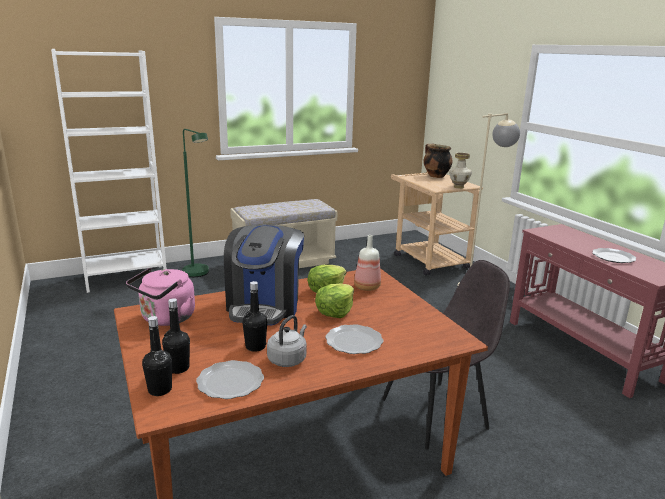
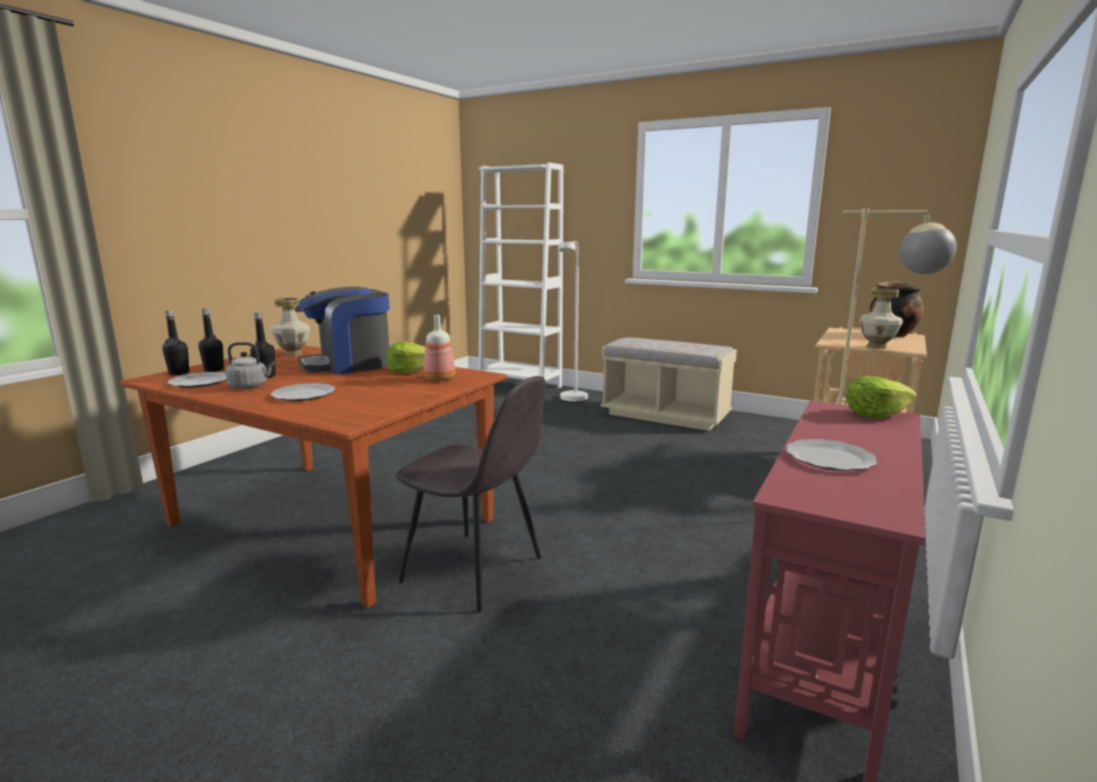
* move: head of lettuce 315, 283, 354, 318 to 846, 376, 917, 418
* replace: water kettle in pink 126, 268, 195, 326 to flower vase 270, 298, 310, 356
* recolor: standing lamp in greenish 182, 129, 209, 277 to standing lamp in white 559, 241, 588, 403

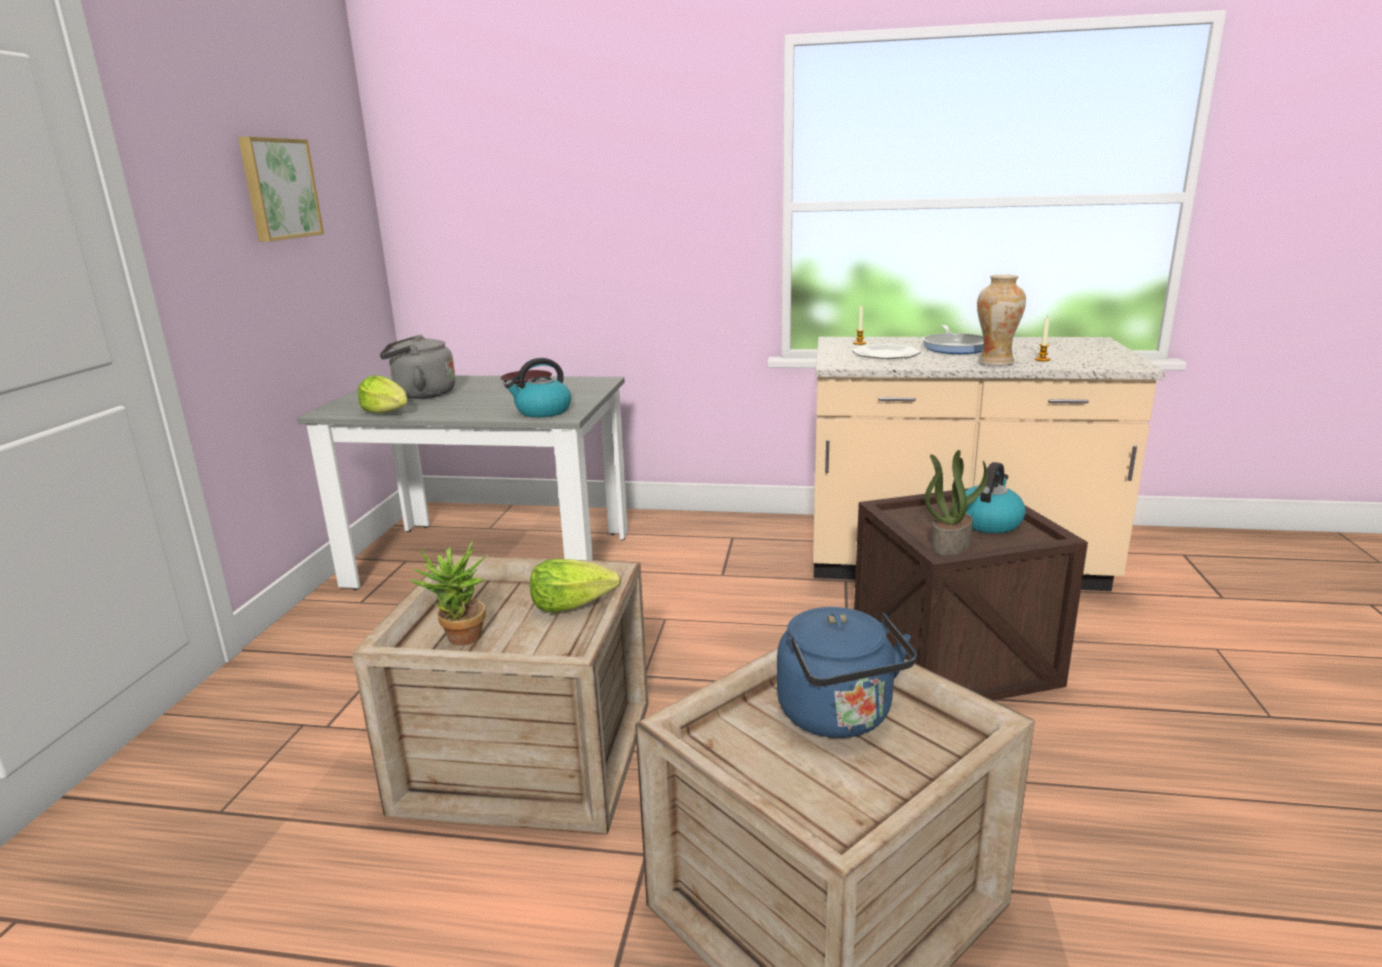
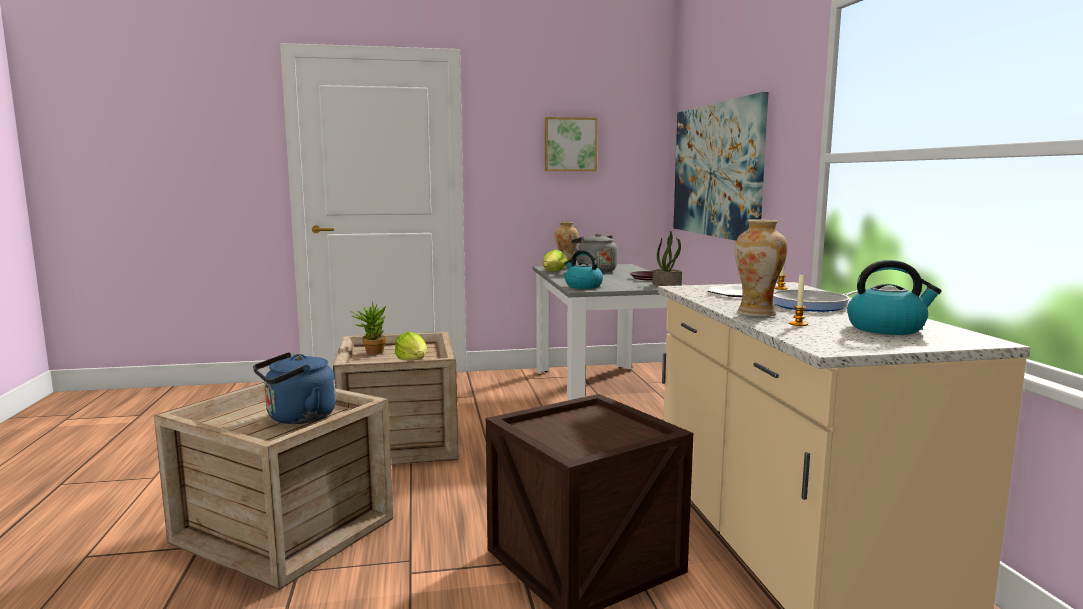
* insert: flower vase 555, 222, 579, 269
* insert: wall art 673, 92, 768, 241
* move: potted plant 925, 450, 988, 555 to 652, 231, 682, 286
* move: water kettle 965, 462, 1026, 533 to 847, 260, 942, 335

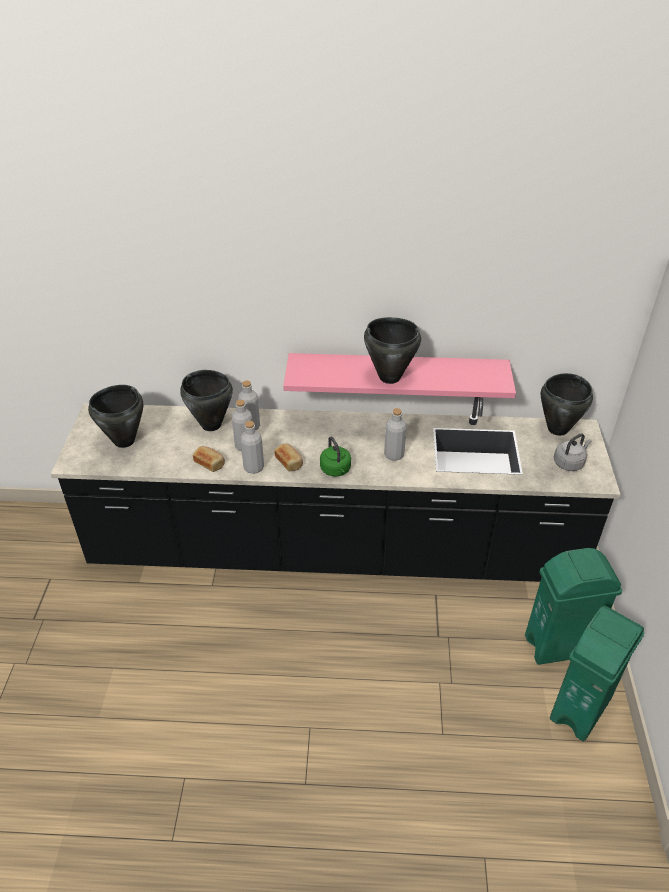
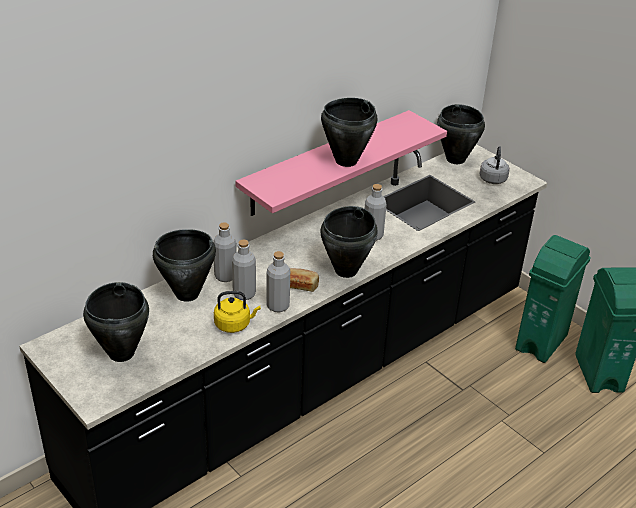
* replace: baked bread 193, 446, 225, 472 to water kettle in yellow 214, 291, 261, 333
* replace: water kettle in greenish 320, 437, 351, 477 to saucepot in blackish 320, 206, 378, 278

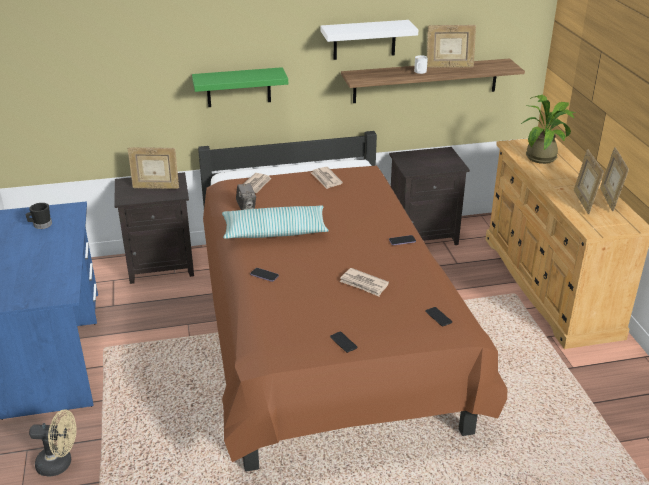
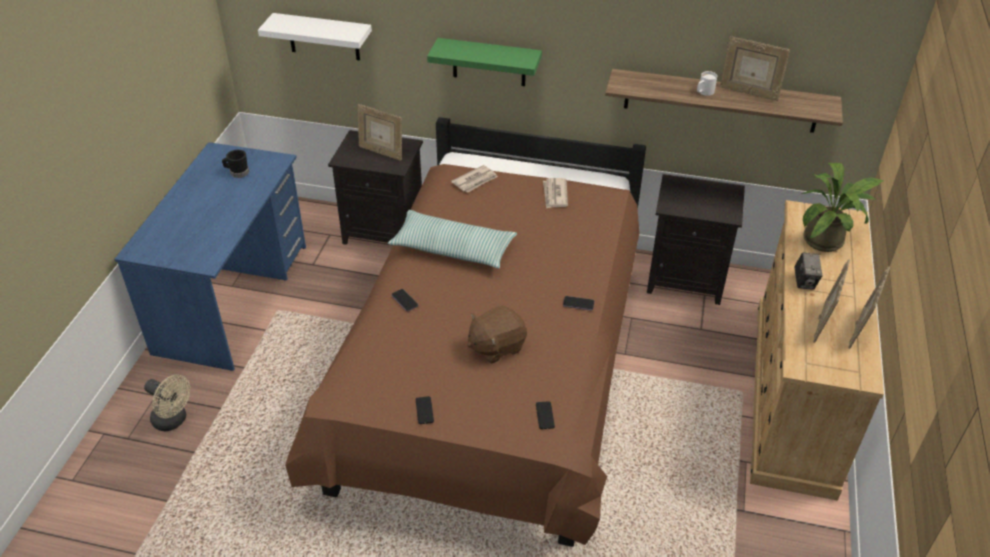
* move: photo camera 236, 183, 256, 210 to 794, 252, 822, 290
* move: wall shelf in white 321, 20, 418, 60 to 258, 13, 372, 60
* replace: newspaper 340, 268, 389, 296 to plush toy in brown-coloured 468, 305, 527, 363

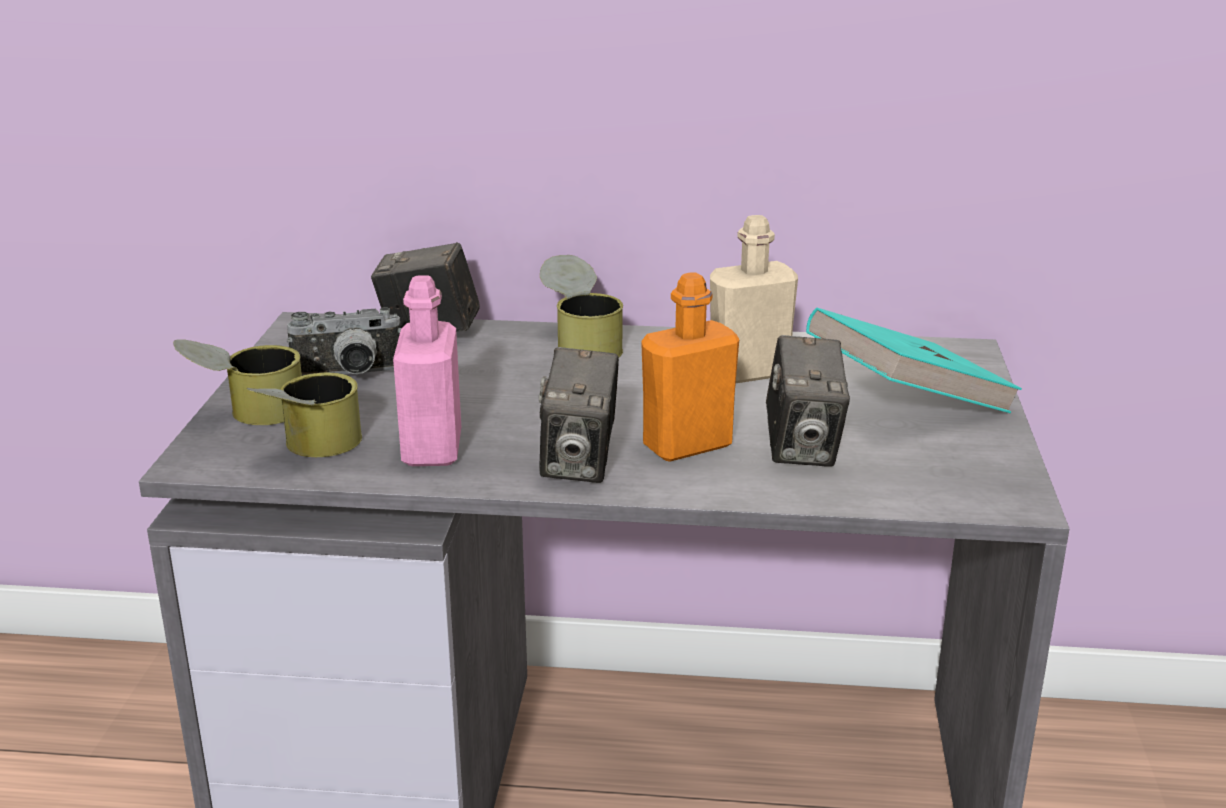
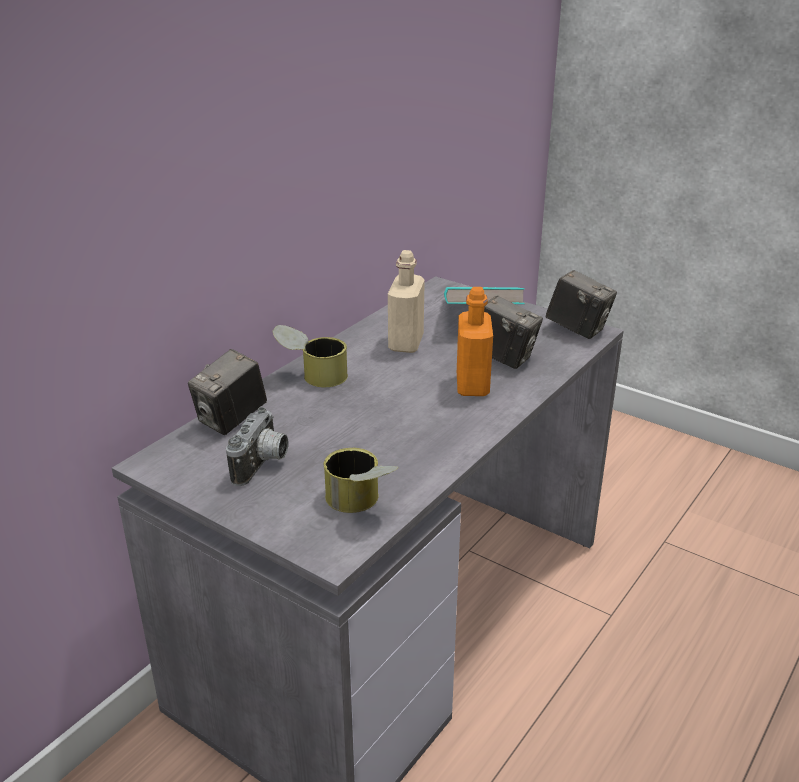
* delete: sealed can 173, 339, 302, 425
* delete: bottle in pink 393, 275, 461, 466
* move: photo camera 539, 347, 619, 483 to 546, 270, 617, 339

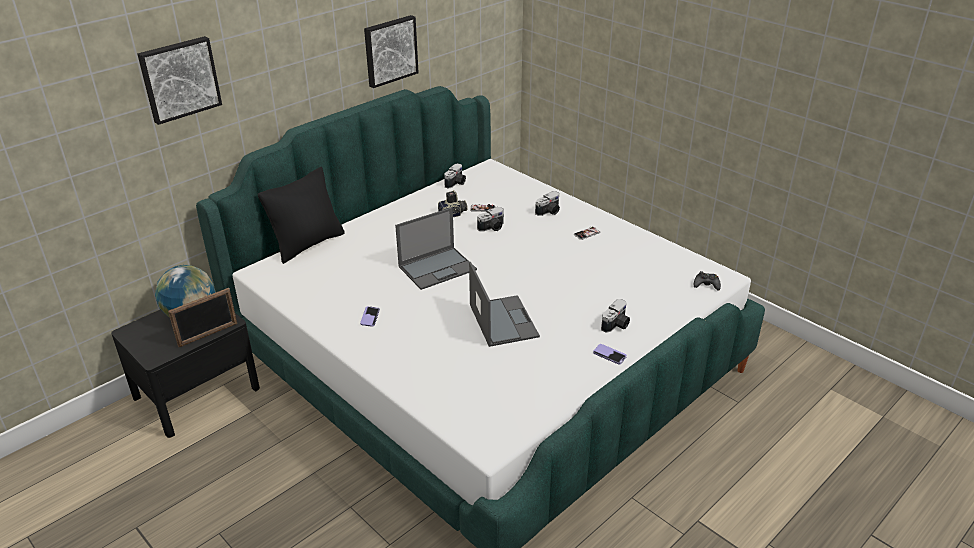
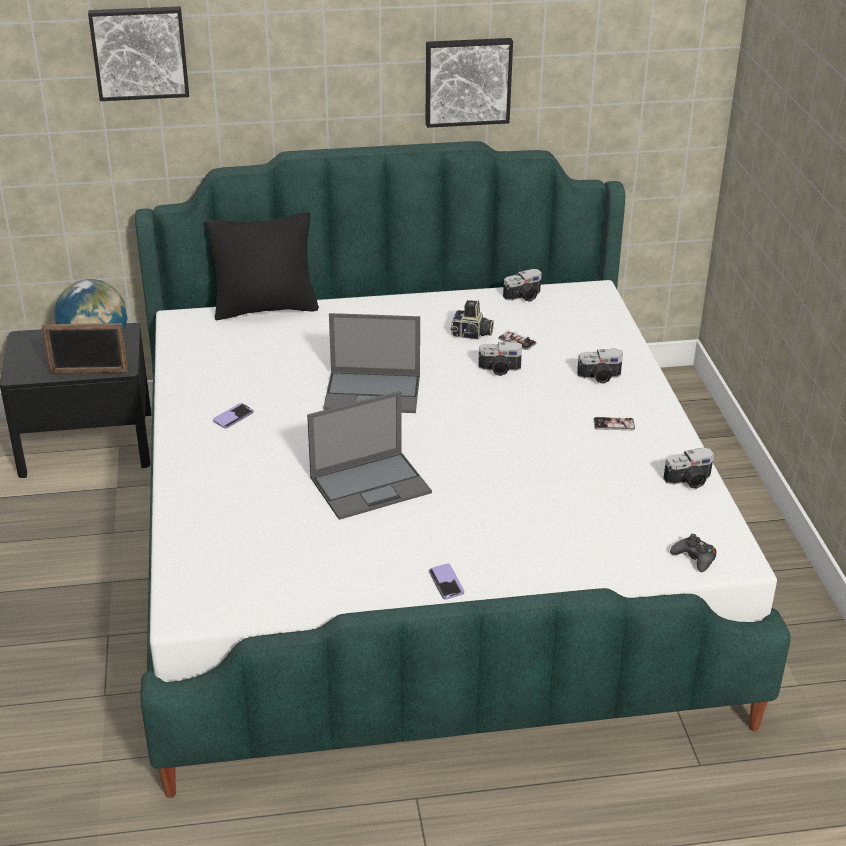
* move: photo camera 601, 299, 630, 333 to 663, 448, 714, 489
* rotate: portable computer 469, 262, 540, 347 = 307, 391, 432, 520 45 degrees clockwise

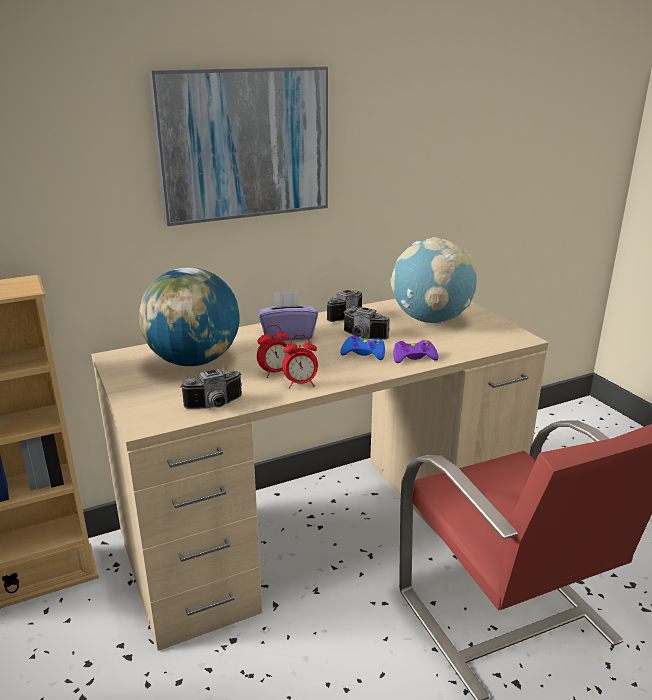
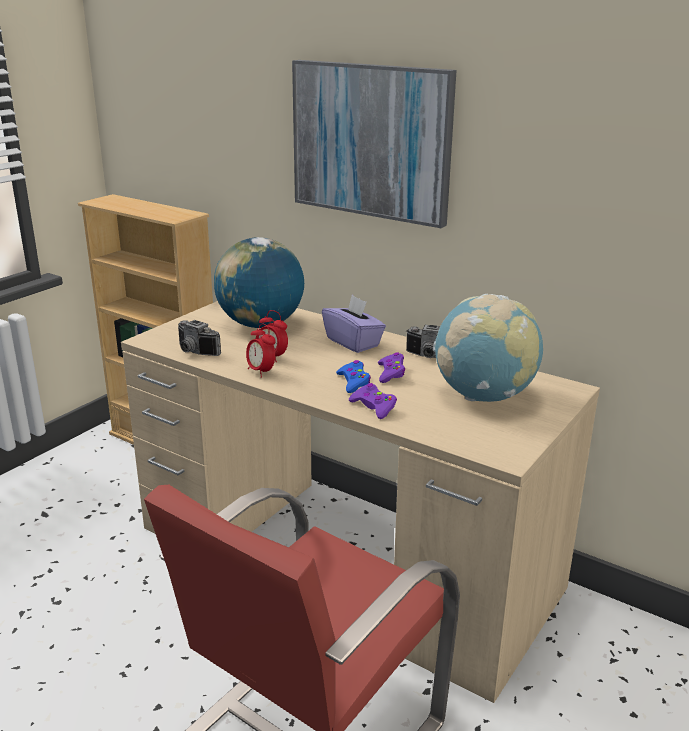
* replace: photo camera 344, 307, 390, 340 to gamepad in purplish 378, 352, 405, 383

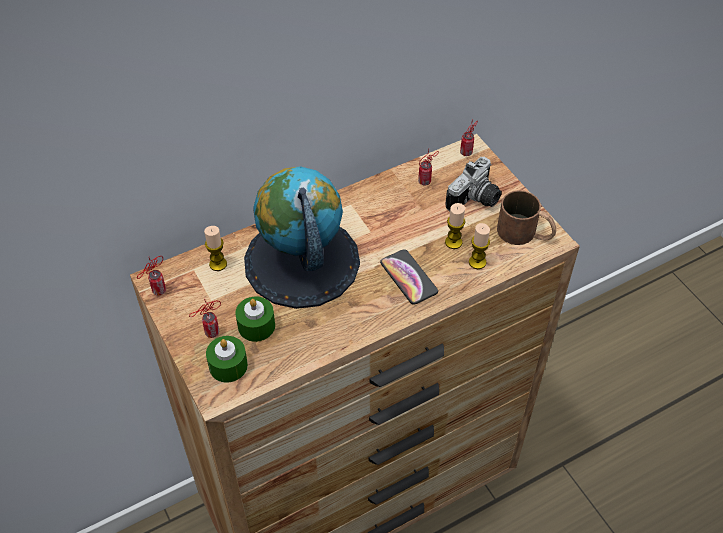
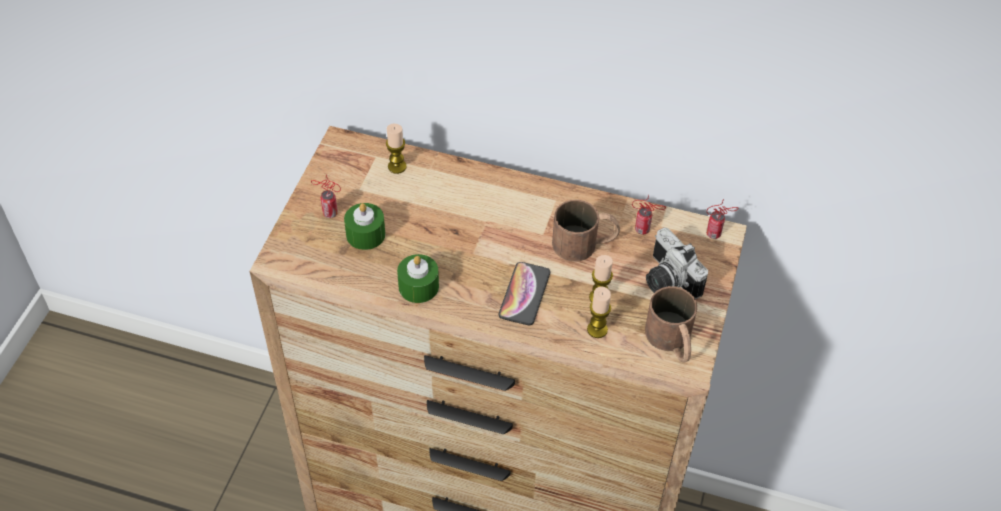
* delete: sealed can 137, 256, 166, 295
* delete: desk globe 244, 166, 360, 309
* insert: coffee mug in brown-coloured 552, 199, 620, 262
* move: wax light in greenish 206, 336, 248, 383 to 397, 254, 439, 303
* rotate: photo camera 445, 157, 502, 211 = 646, 228, 708, 299 60 degrees clockwise

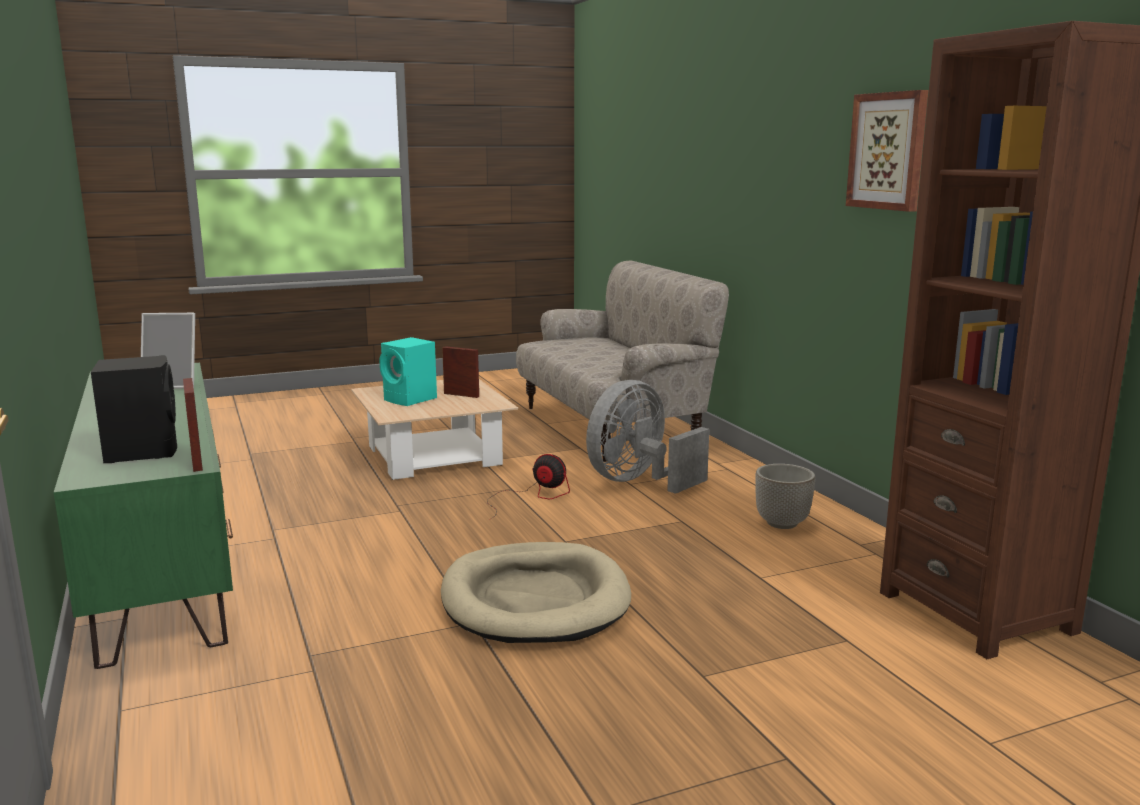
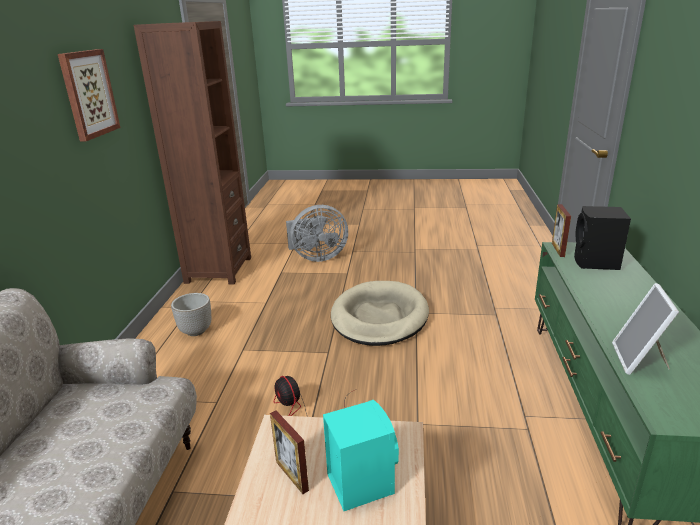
* move: cooling fan in gray 586, 380, 709, 494 to 286, 205, 348, 262
* rotate: standing frame 141, 313, 195, 389 = 612, 283, 679, 375 105 degrees counterclockwise

